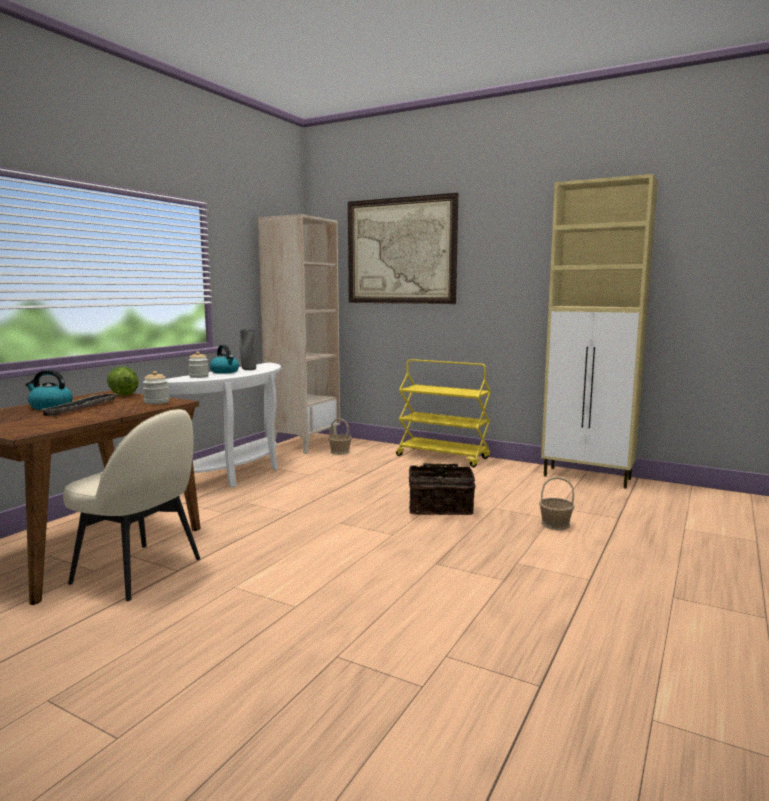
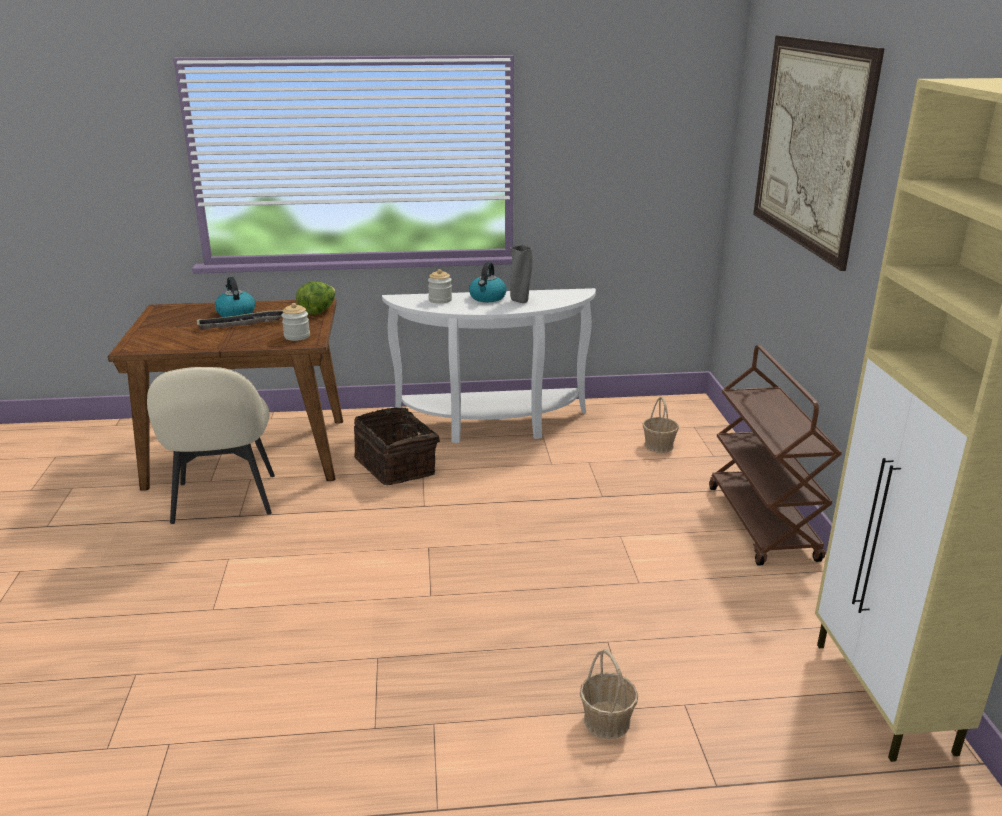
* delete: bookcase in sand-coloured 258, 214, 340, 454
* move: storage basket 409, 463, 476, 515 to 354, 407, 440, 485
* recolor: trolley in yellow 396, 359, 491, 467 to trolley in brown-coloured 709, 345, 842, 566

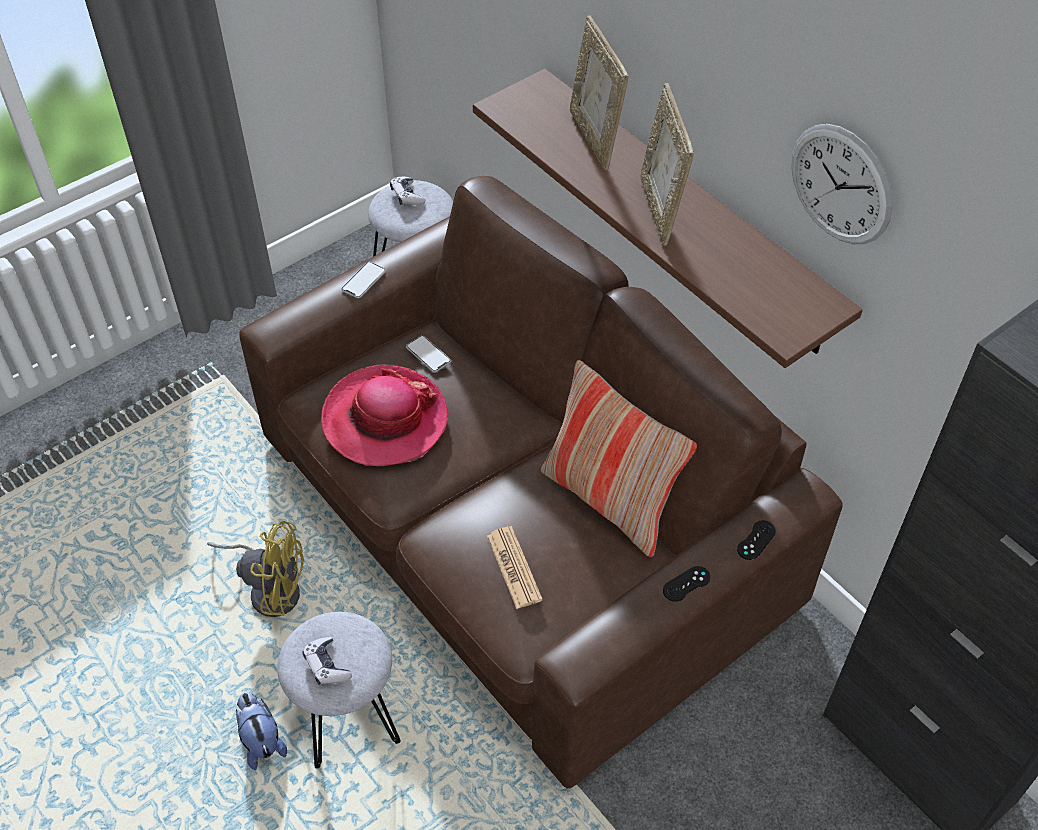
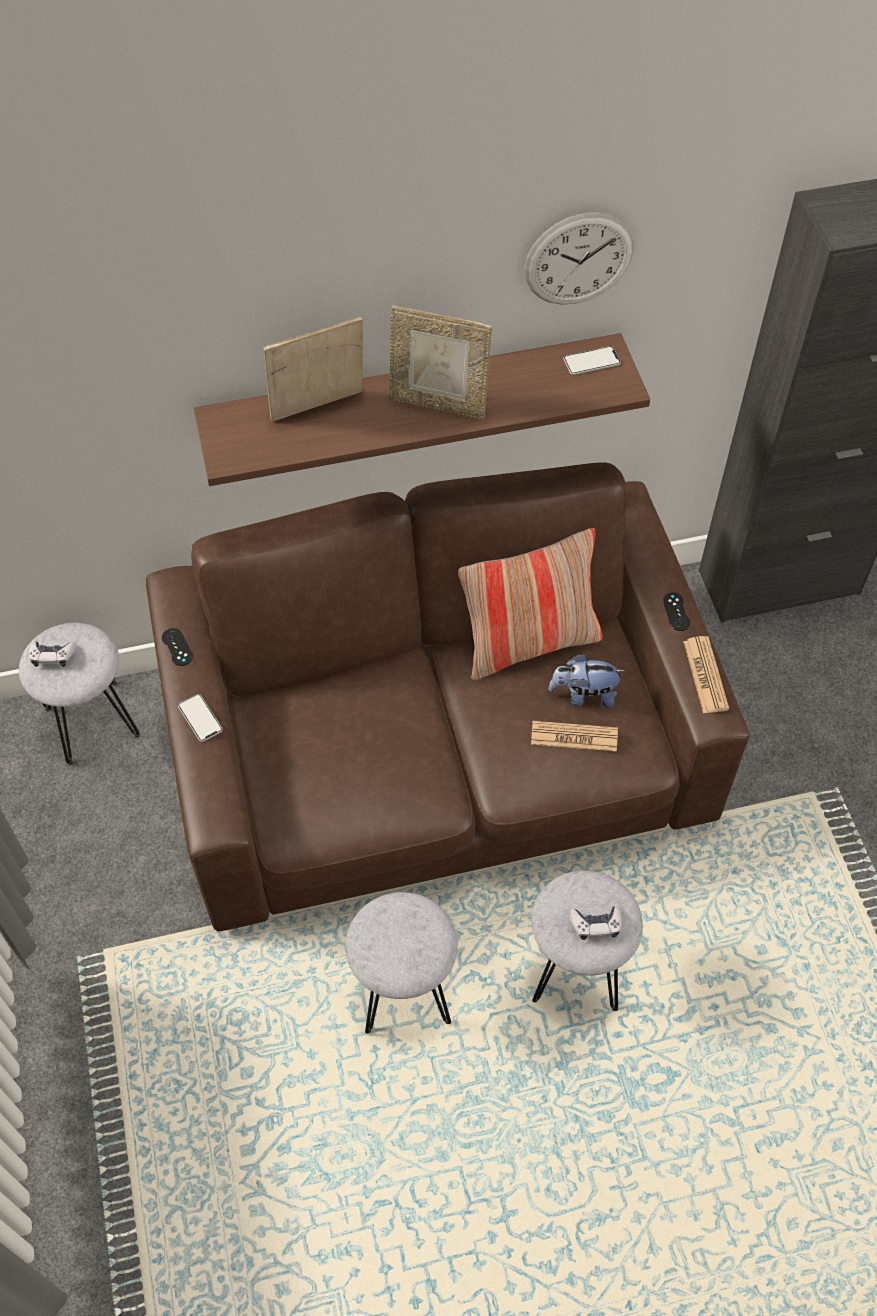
* delete: wearable hat 321, 364, 449, 466
* insert: newspaper 683, 636, 729, 713
* move: plush toy 236, 692, 287, 770 to 548, 653, 625, 708
* move: telephone 406, 335, 451, 372 to 563, 346, 621, 375
* move: gamepad in blackish 737, 520, 776, 560 to 162, 628, 193, 666
* replace: cooling fan in yellow 207, 521, 304, 617 to stool in gray 345, 892, 458, 1033
* rotate: standing frame 570, 15, 628, 170 = 263, 317, 363, 421 150 degrees clockwise

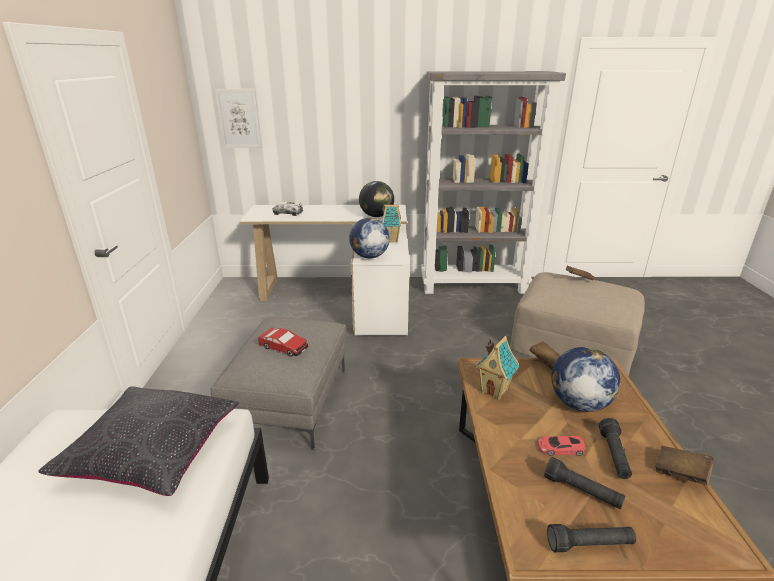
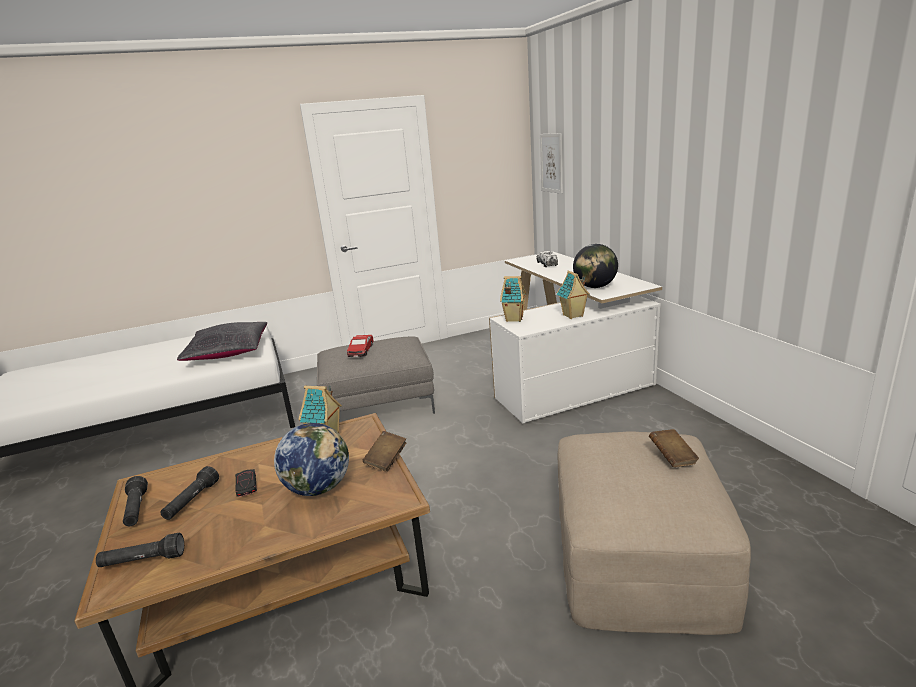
* delete: bookcase in gray 421, 71, 566, 294
* delete: volume in brown-coloured 655, 446, 714, 485
* move: flashlight in blackish 599, 418, 632, 479 to 96, 533, 184, 567
* replace: desk globe 349, 218, 390, 258 to miniature house 500, 276, 526, 322
* recolor: miniature car in reddish 538, 436, 585, 456 to miniature car in blackish 235, 469, 257, 497

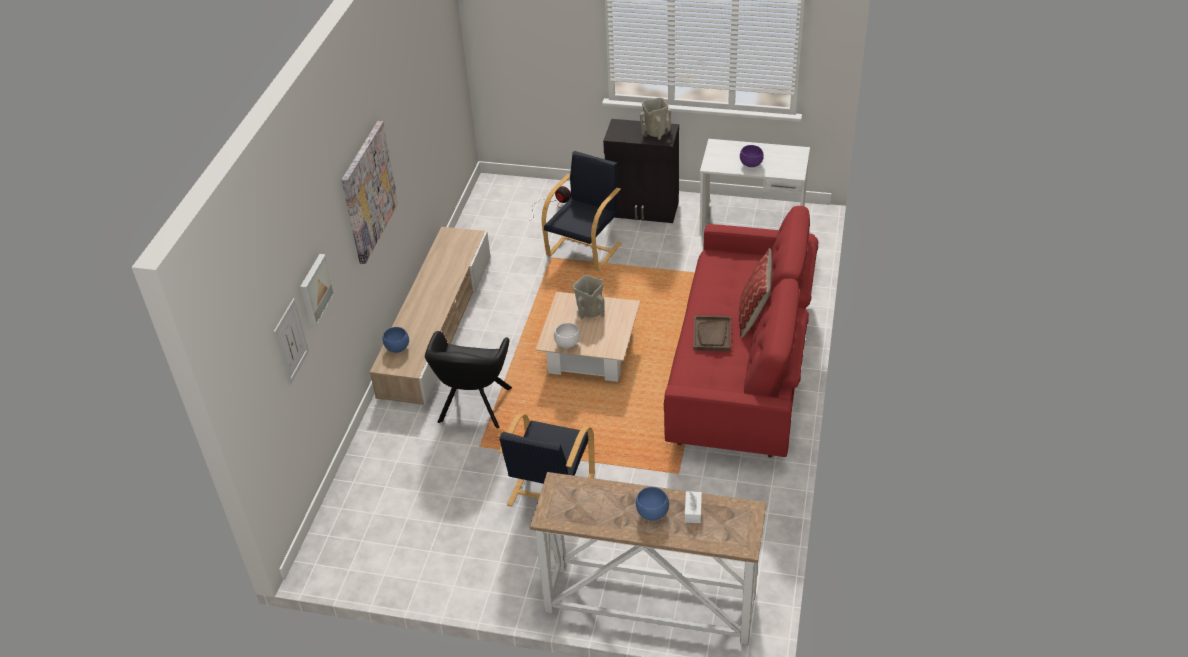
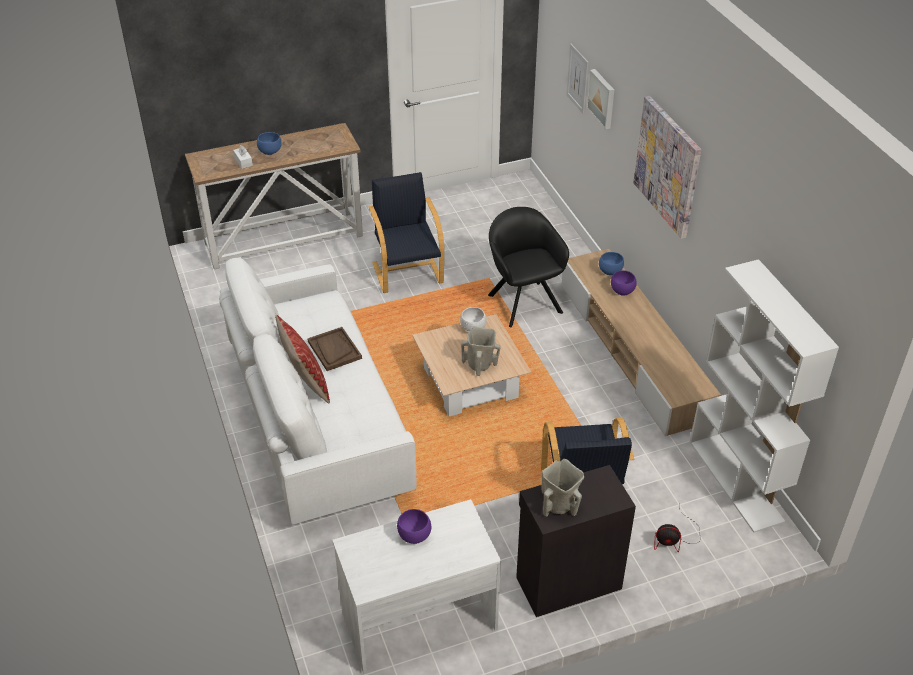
* insert: bowl in purplish 611, 270, 637, 296
* insert: bookcase in white 690, 259, 839, 533
* recolor: settee in reddish 664, 206, 818, 458 to settee in white 219, 258, 417, 524

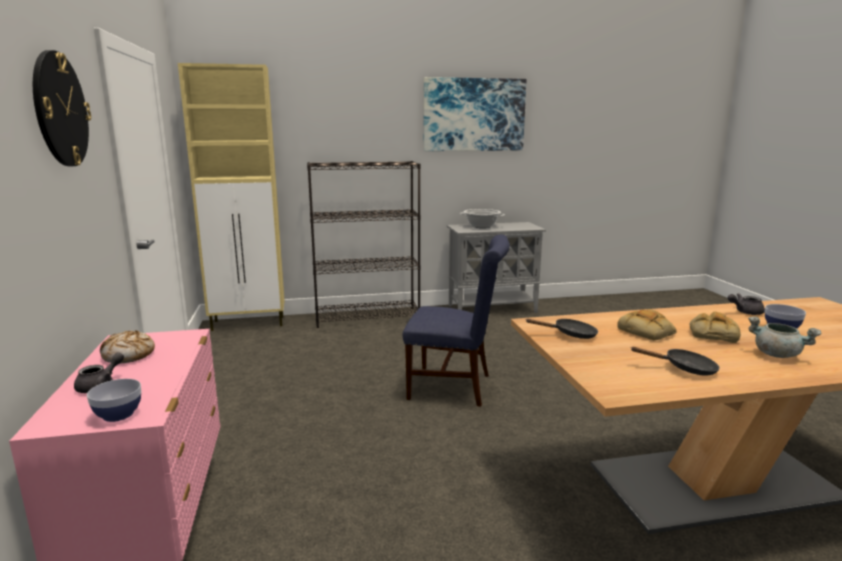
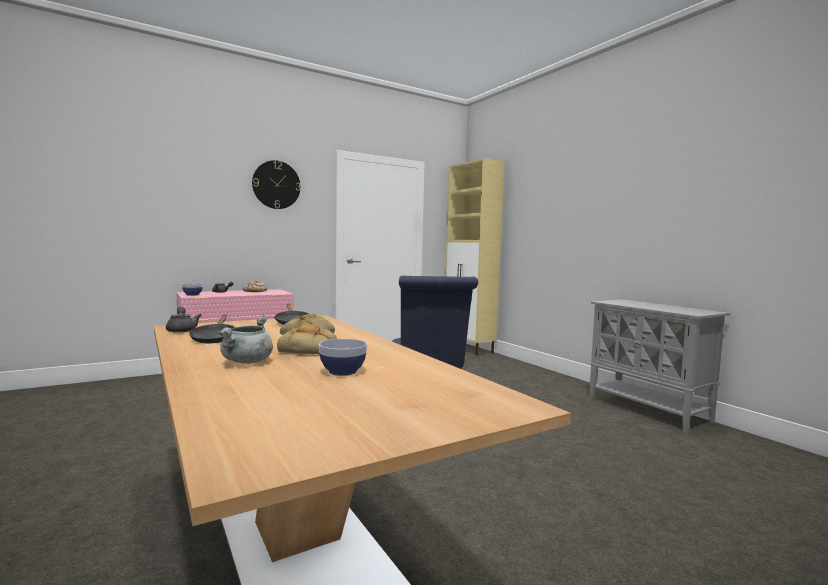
* delete: bookcase in blackish 307, 161, 421, 328
* delete: wall art 424, 77, 527, 151
* delete: saucepot 460, 209, 505, 228
* move: pot for tea in gray 728, 293, 765, 315 to 166, 307, 202, 333

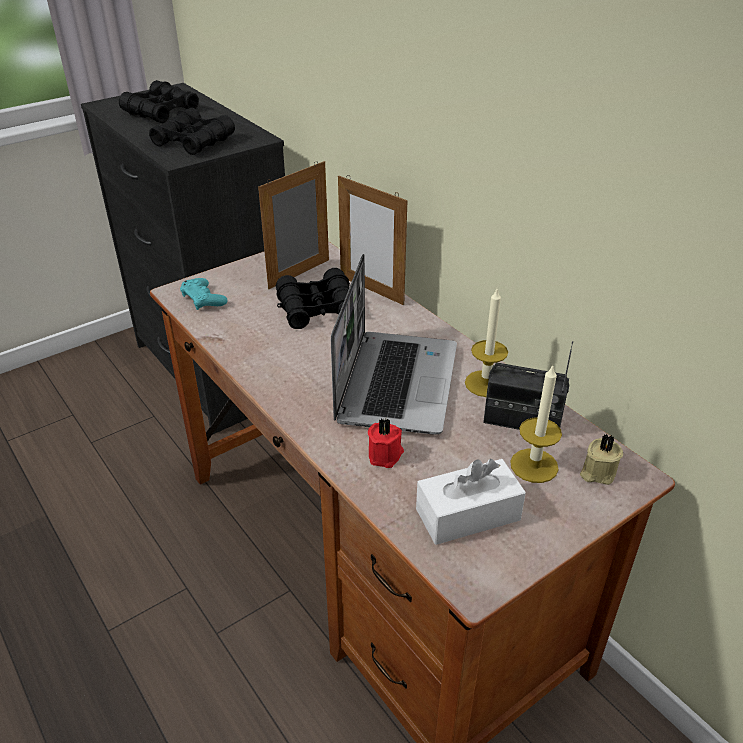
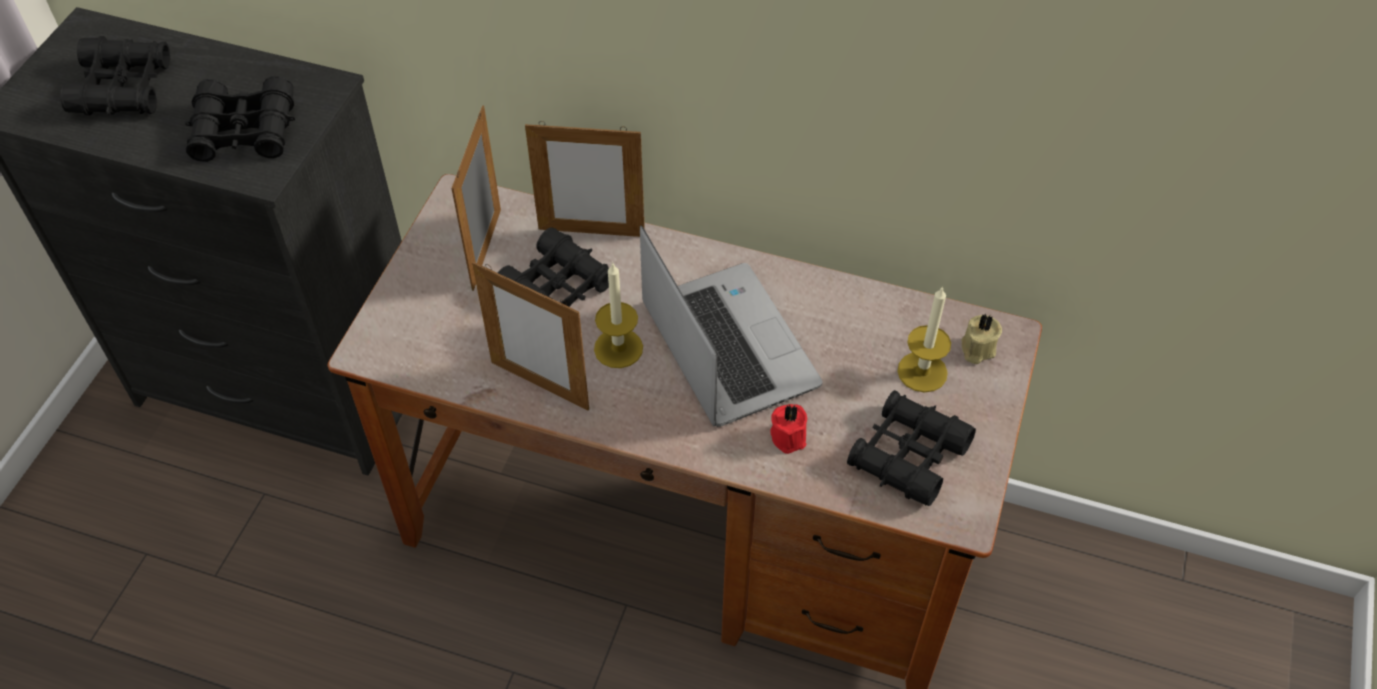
* delete: gamepad in turquoise-coloured 180, 278, 228, 310
* delete: radio 483, 341, 573, 430
* insert: standing frame 472, 262, 589, 411
* move: wax light 465, 289, 508, 397 to 594, 262, 643, 368
* replace: tissue box in white 416, 459, 526, 545 to field glasses in blackish 847, 390, 976, 506

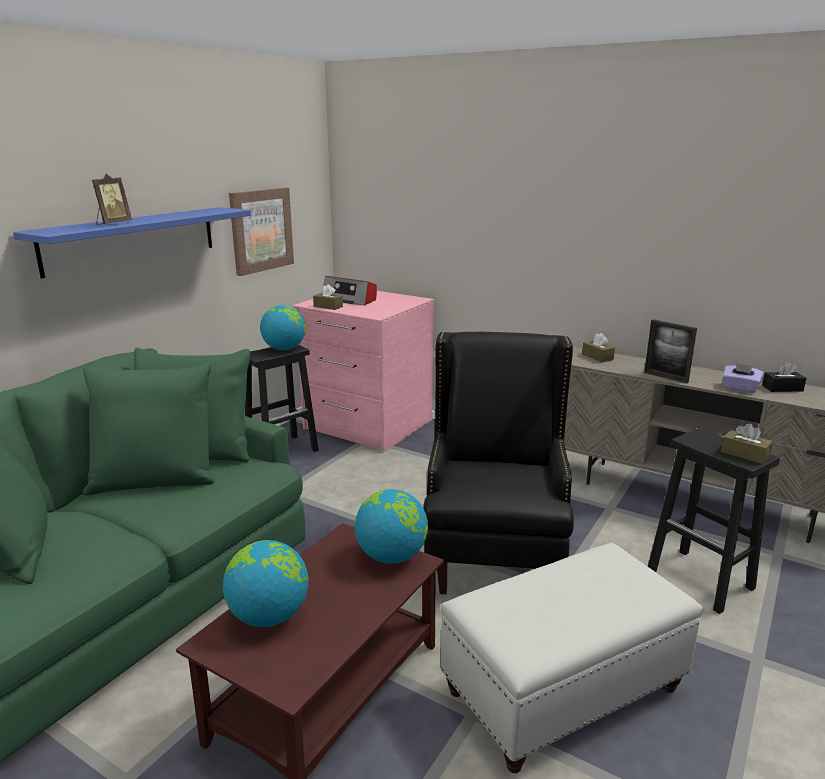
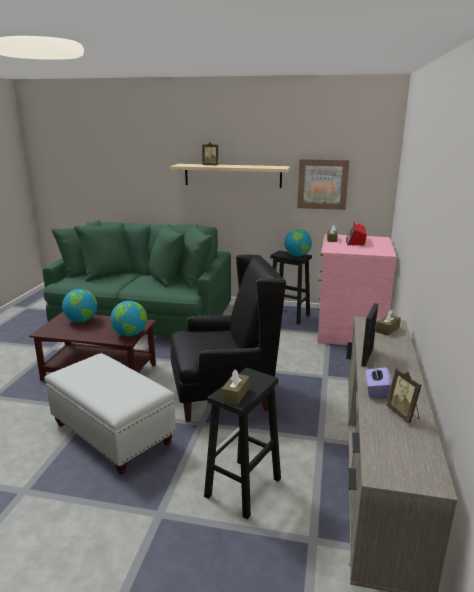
* replace: tissue box in blackish 762, 362, 806, 392 to standing frame 386, 368, 421, 424
* recolor: wall shelf in blue-coloured 13, 207, 251, 279 to wall shelf in sand-coloured 170, 164, 290, 188

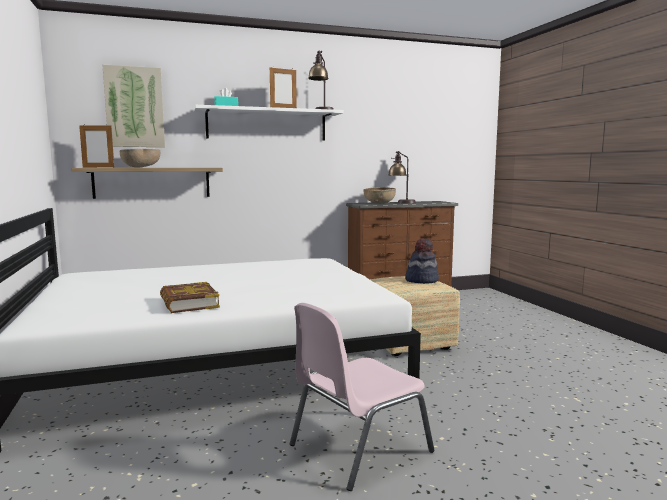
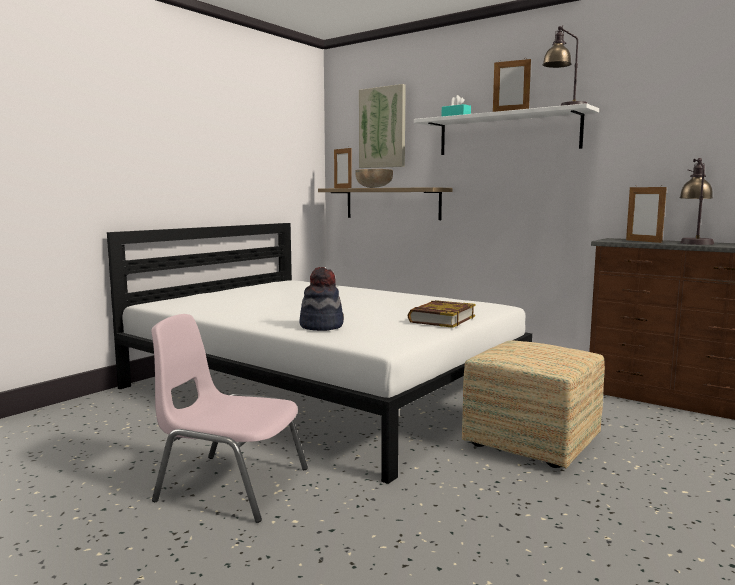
* move: volume 160, 282, 220, 313 to 408, 300, 476, 328
* move: wearable hat 405, 238, 439, 284 to 299, 267, 344, 331
* replace: bowl in brown-coloured 363, 187, 396, 204 to standing frame 626, 185, 667, 243

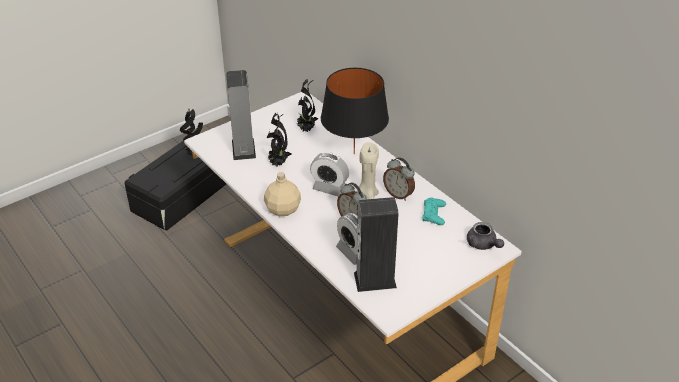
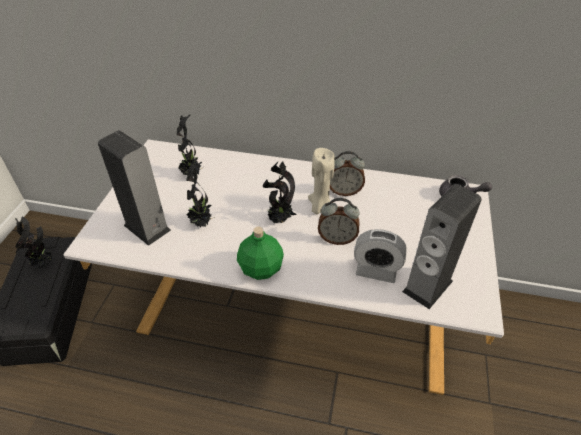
* delete: tabletop lamp in blackish 321, 68, 389, 154
* delete: gamepad in turquoise-coloured 422, 197, 446, 225
* replace: bedside clock 310, 152, 349, 197 to potted plant 263, 161, 297, 223
* recolor: bottle in sand-coloured 264, 172, 301, 216 to bottle in greenish 237, 226, 284, 280

